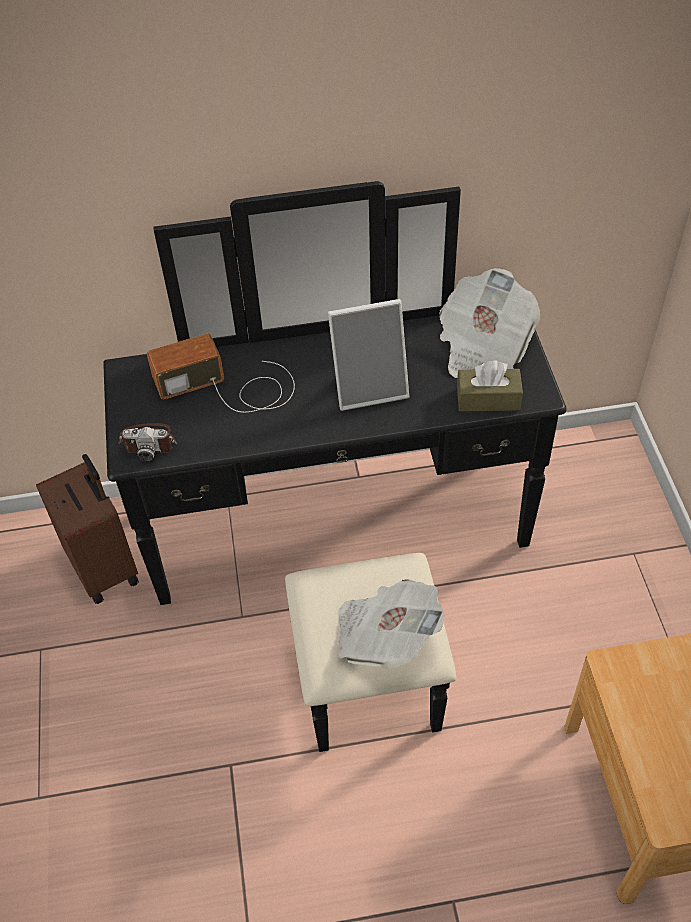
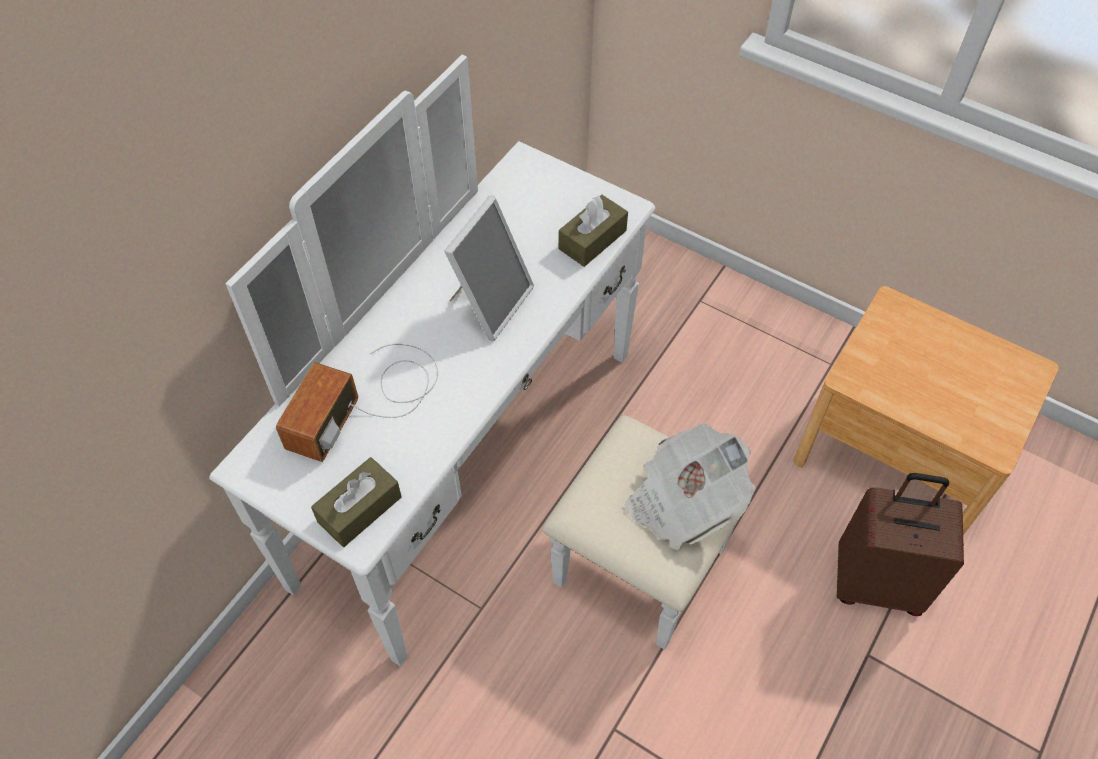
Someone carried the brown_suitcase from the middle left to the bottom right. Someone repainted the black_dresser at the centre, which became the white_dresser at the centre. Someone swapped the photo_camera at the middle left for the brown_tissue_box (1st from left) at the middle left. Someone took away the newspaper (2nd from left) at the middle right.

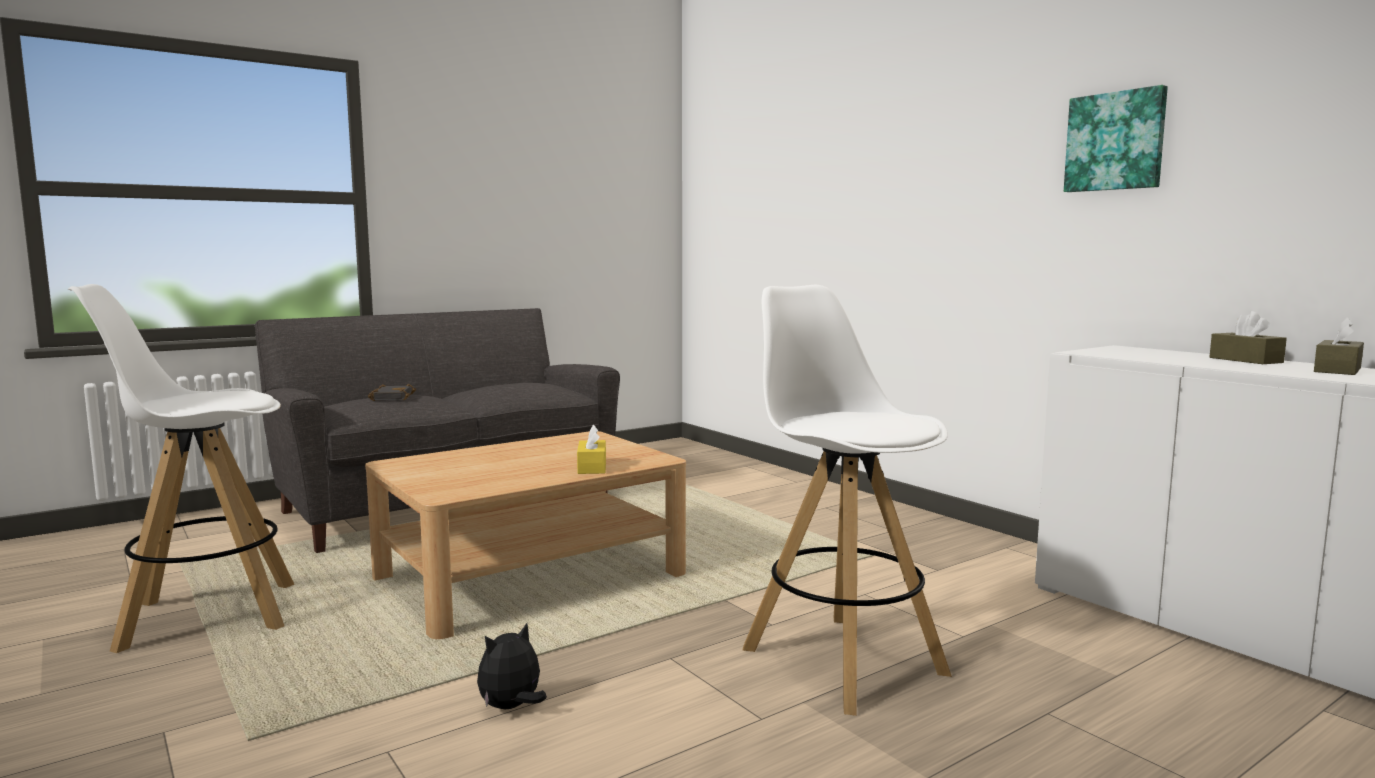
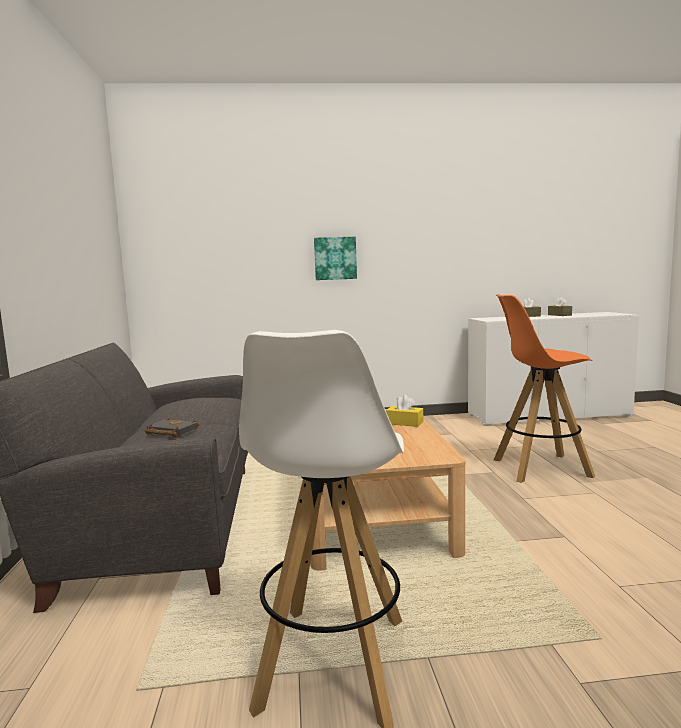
Someone took away the plush_toy at the bottom centre. Someone repainted the white_stool (2nd from left) at the centre, which became the orange_stool at the middle right. Someone carried the picture from the top right to the centre.

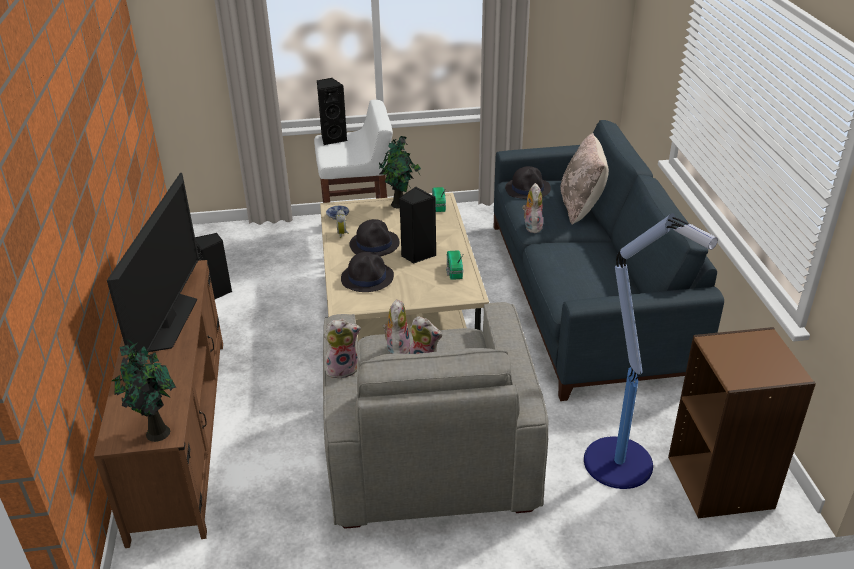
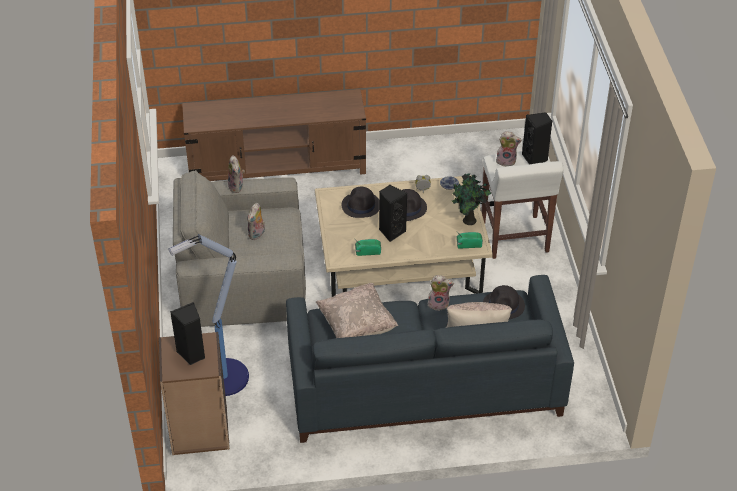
Someone took away the television at the middle left. Someone took away the potted_plant (1st from left) at the bottom left. Someone carried the black_speaker (1st from left) from the middle left to the bottom left. Someone carried the plush_toy (2nd from left in the first image) from the centre to the top right. Someone put down the beige_pillow (1st from left) at the centre.

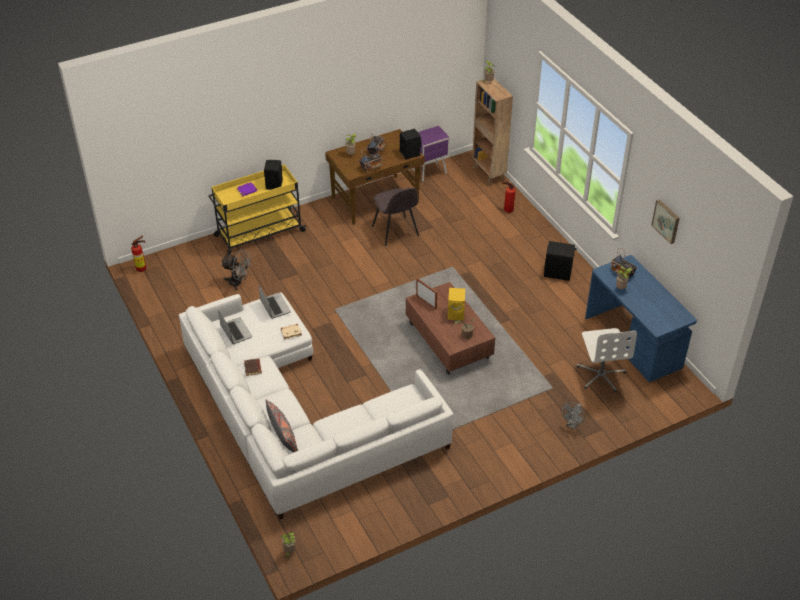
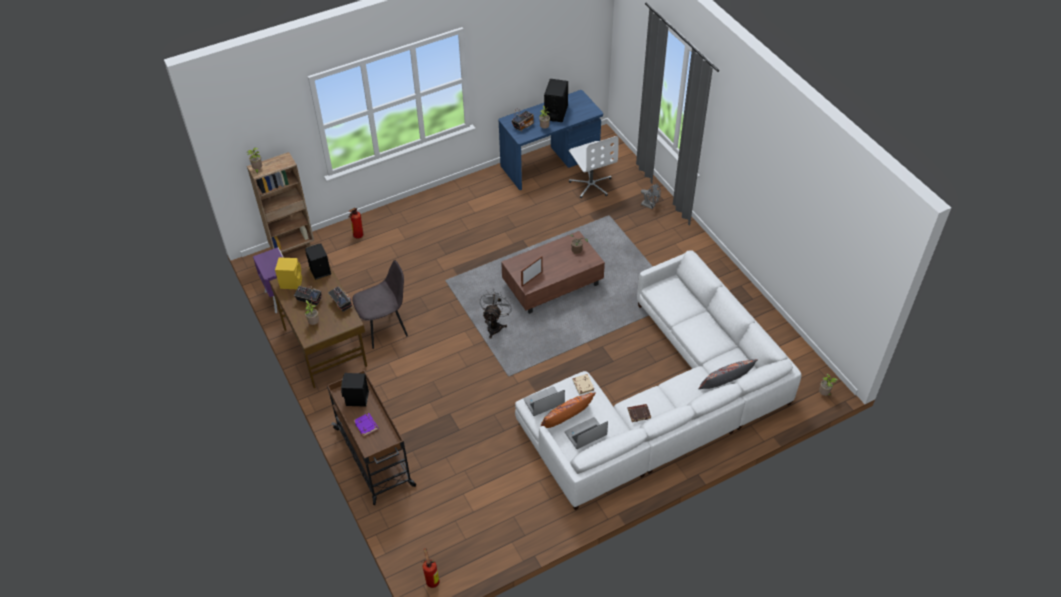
Someone repainted the yellow_cart at the middle left, which became the brown_cart at the bottom centre. Someone carried the grey_fan (1st from left) from the middle left to the centre. Someone carried the yellow_speaker from the centre to the middle left. Someone carried the black_speaker (3rd from left) from the middle right to the top centre. Someone rotated the white_office_chair at the middle right by 75 degrees clockwise. Someone took away the picture at the middle right. Someone put down the orange_pillow at the bottom centre.

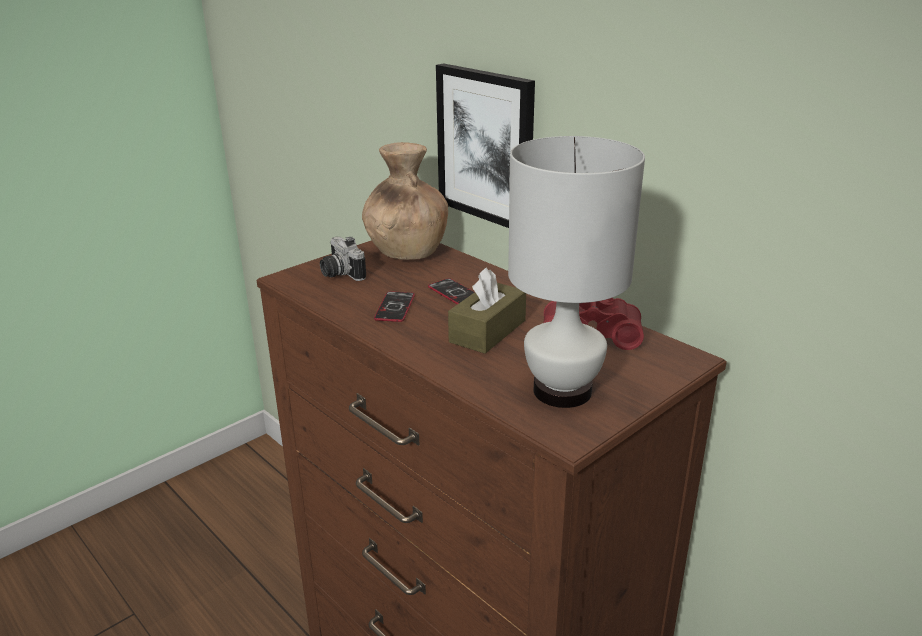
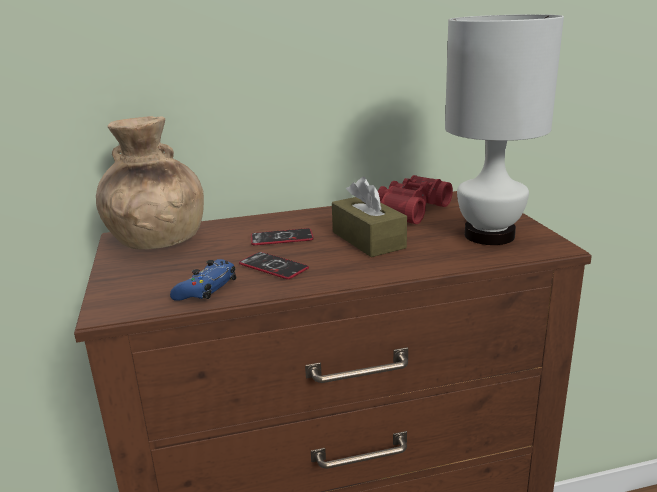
Someone took away the photo_camera at the centre. Someone took away the picture at the top centre. Someone put down the blue_game_controller at the middle left.

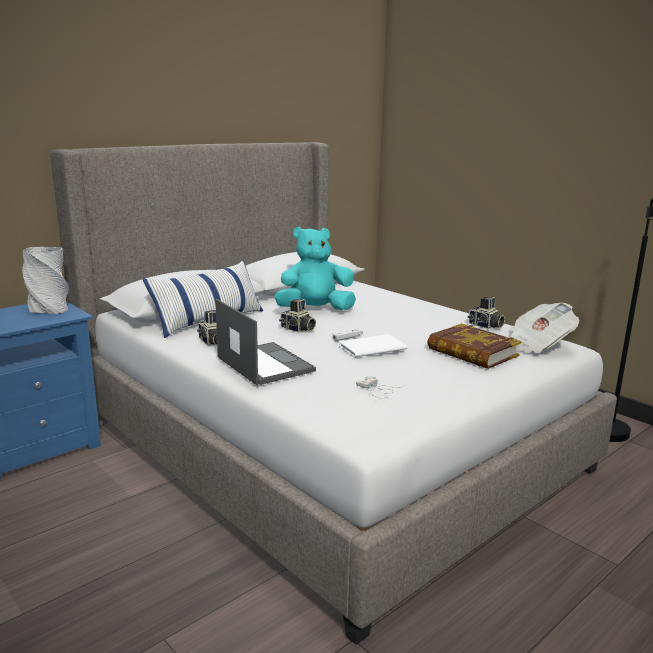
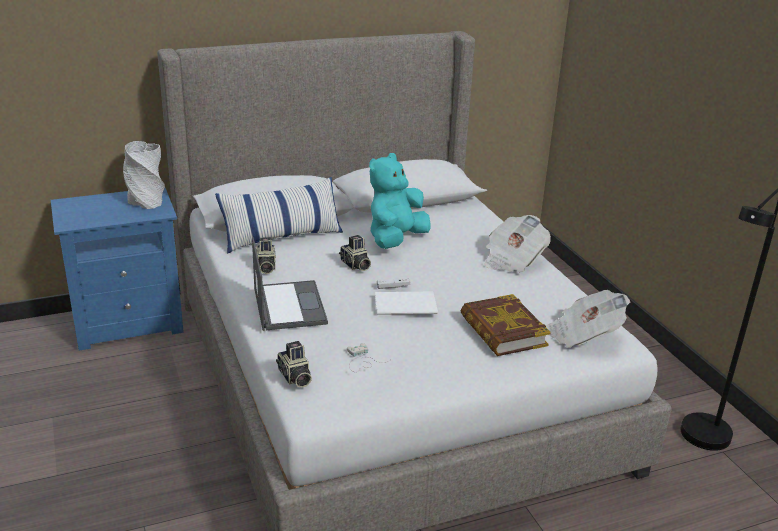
Someone rotated the turquoise_plush_toy at the centre by 60 degrees counterclockwise. Someone carried the photo_camera (3rd from left in the first image) from the middle right to the bottom centre. Someone put down the newspaper (1st from left) at the centre.

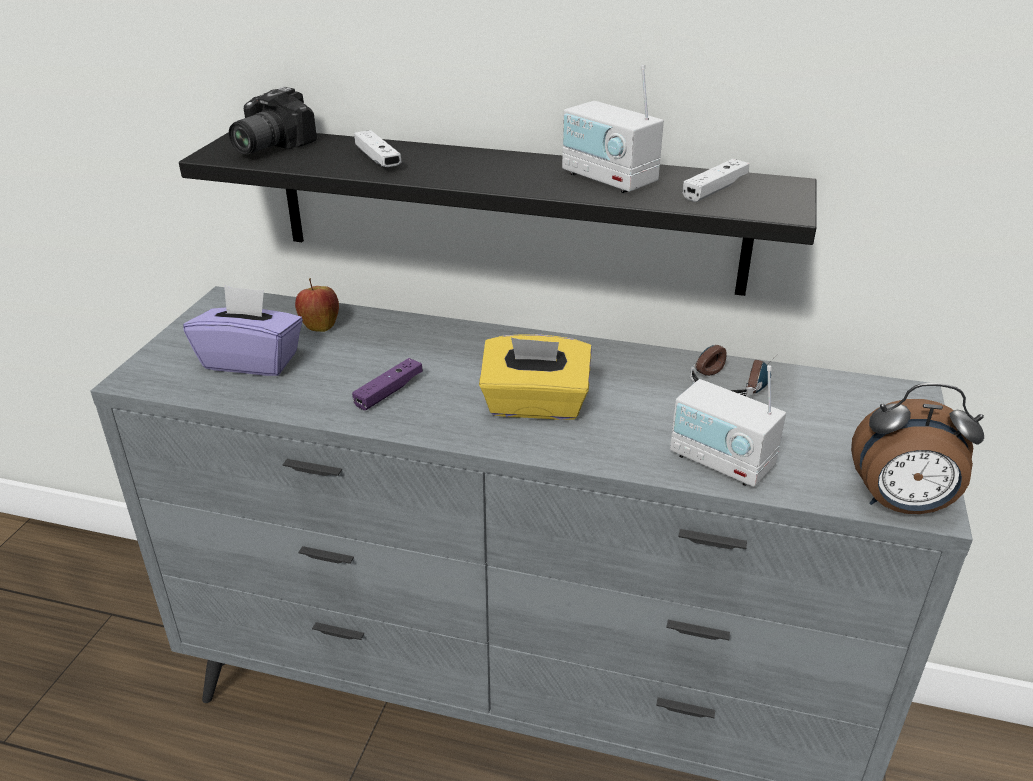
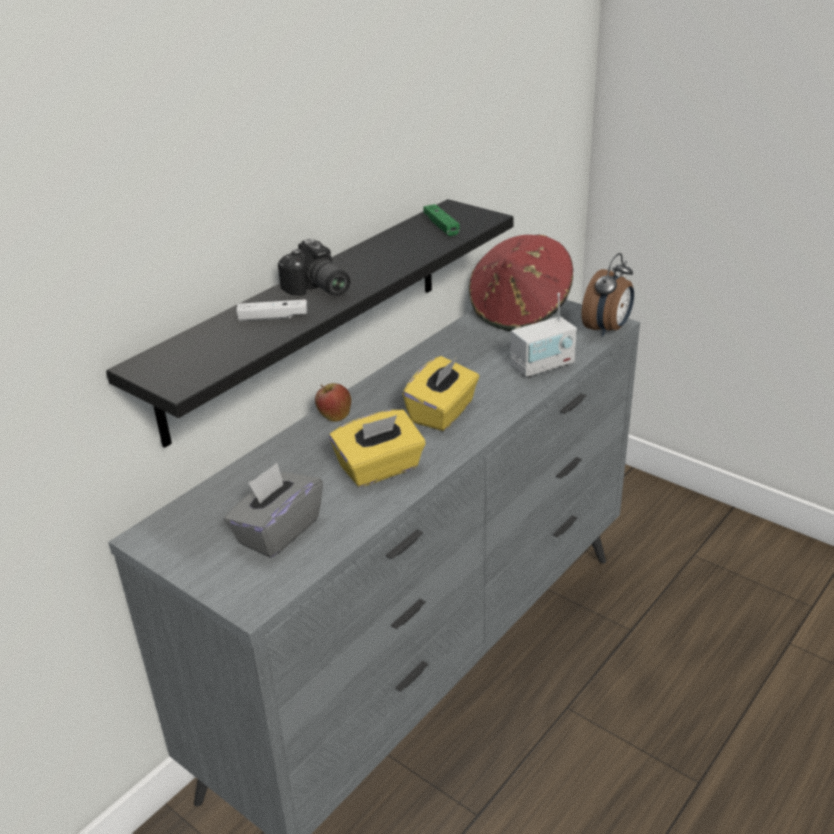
Someone repainted the purple_tissue_box at the middle left, which became the grey_tissue_box at the middle left. Someone carried the photo_camera from the top left to the top centre. Someone carried the apple from the middle left to the centre. Someone swapped the purple_game_controller at the centre for the yellow_tissue_box (1st from left) at the centre. Someone took away the radio (1st from left) at the top centre. Someone repainted the white_game_controller (2nd from left) at the top right, which became the green_game_controller at the top centre. Someone took away the headphones at the middle right. Someone put down the red_hat at the centre.

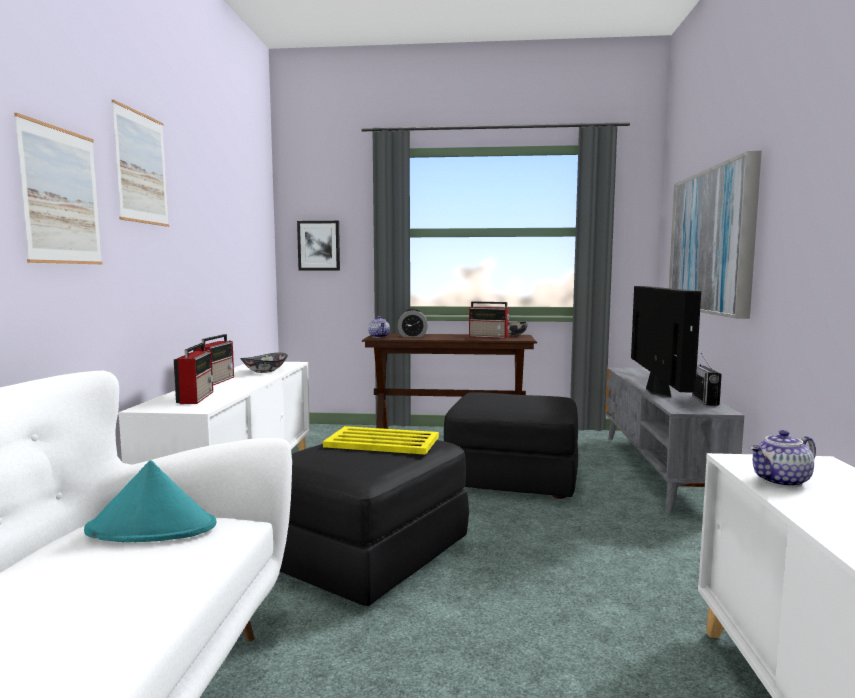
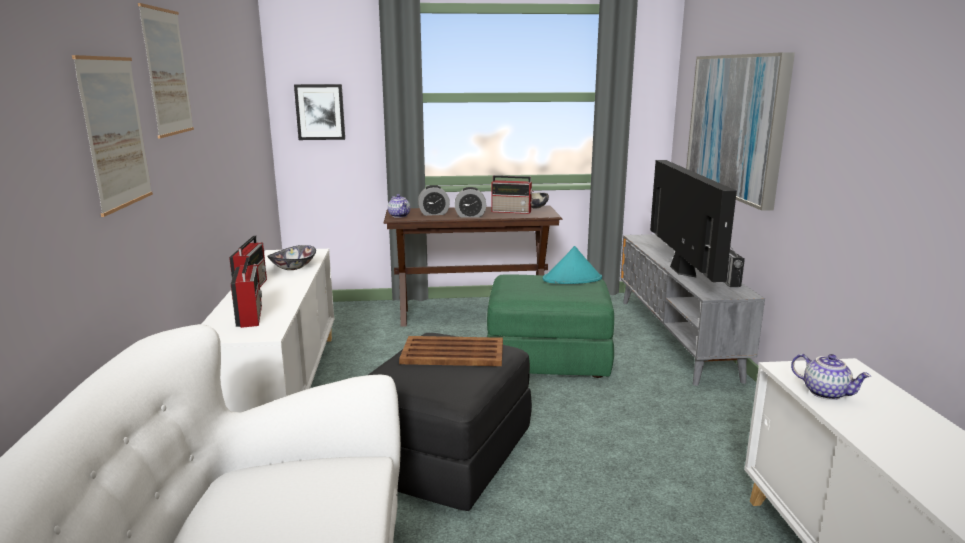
Someone carried the turquoise_hat from the bottom left to the centre. Someone repainted the yellow_tray at the centre, which became the brown_tray at the centre. Someone repainted the black_ottoman (2nd from left) at the centre, which became the green_ottoman at the centre. Someone rotated the teapot (2nd from left) at the middle right by 105 degrees counterclockwise. Someone put down the alarm_clock (2nd from left) at the centre.

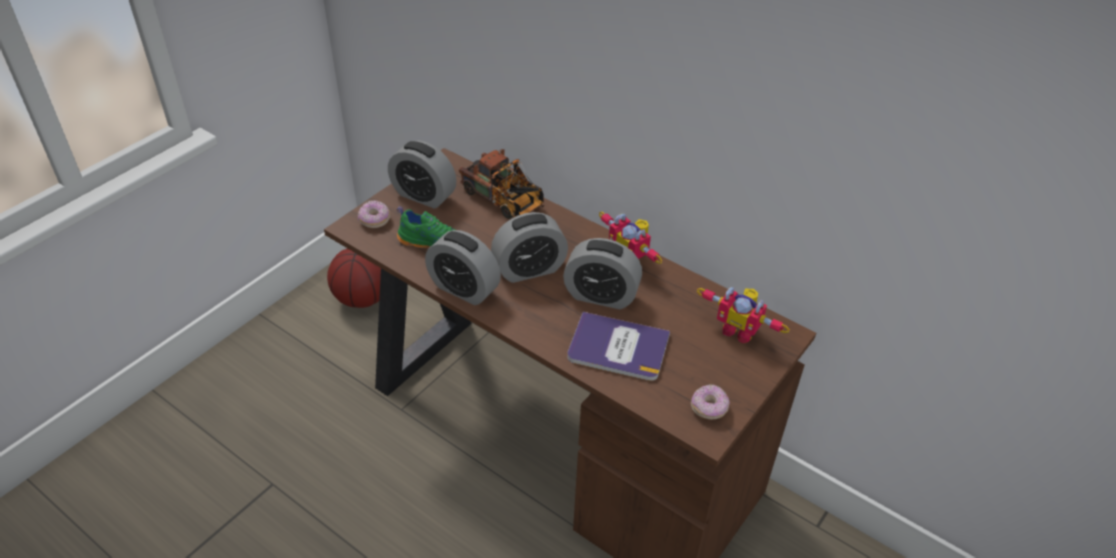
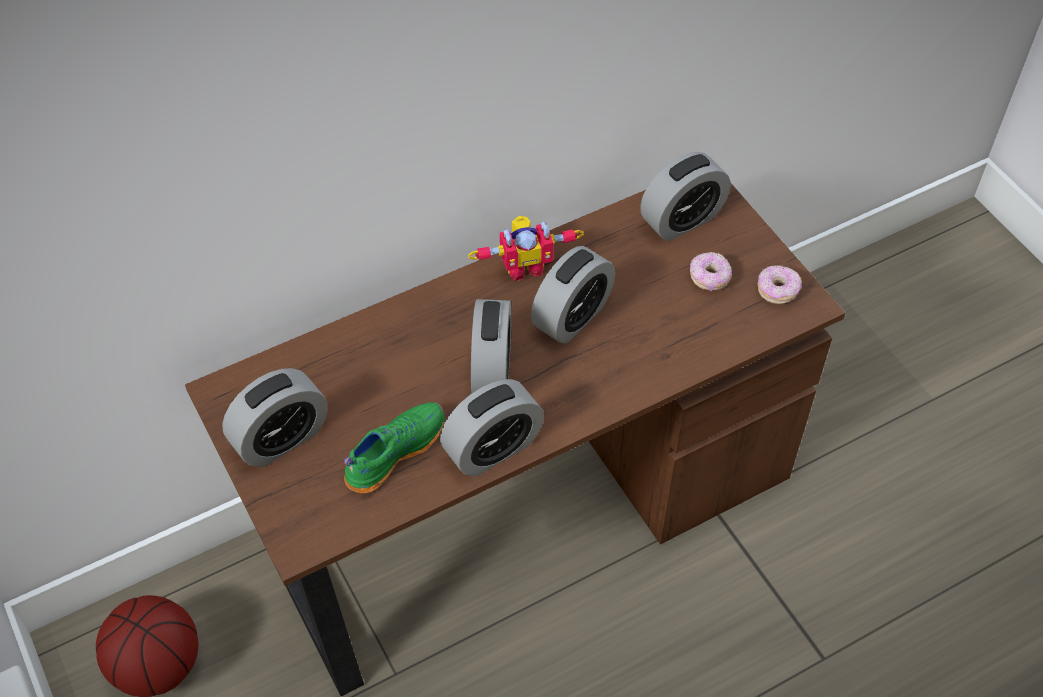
Someone carried the donut (1st from left) from the centre to the middle right. Someone took away the toy_truck at the top centre. Someone took away the book at the centre. Someone swapped the toy_robot (2nd from left) at the centre for the alarm_clock (5th from left) at the top centre.

